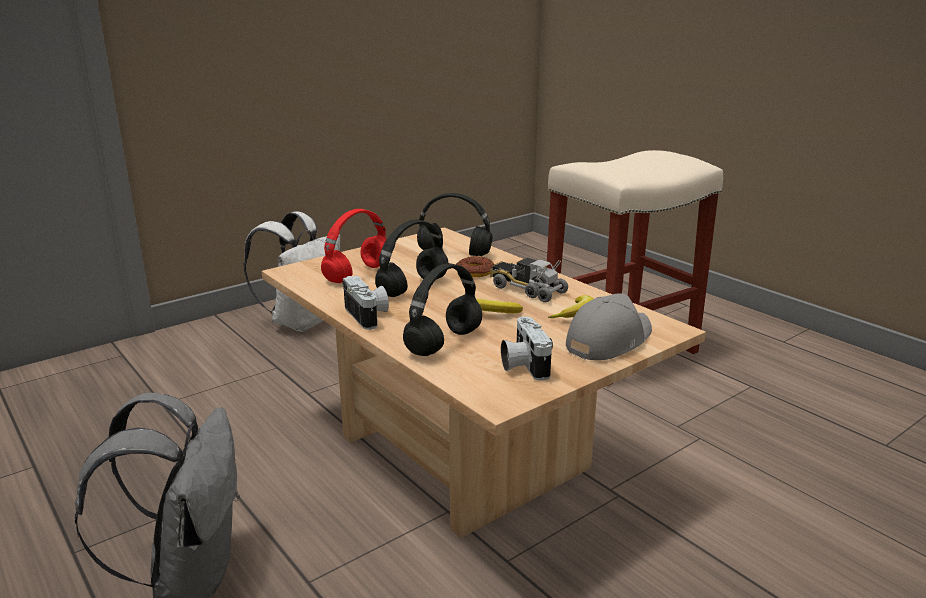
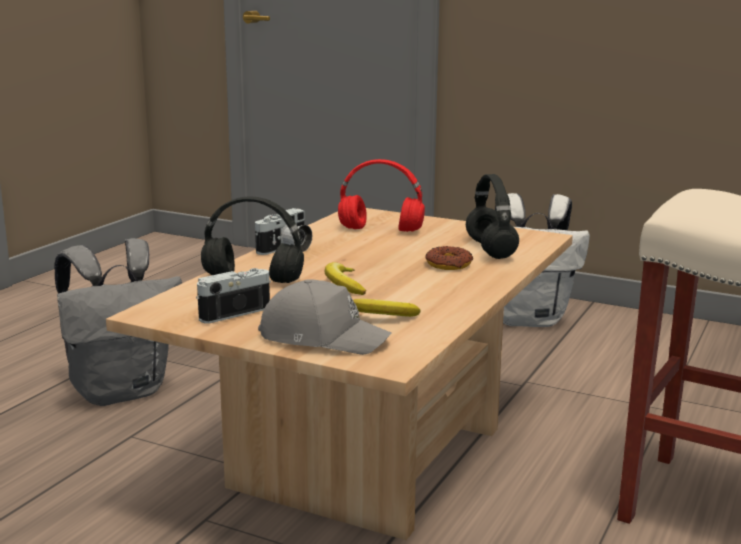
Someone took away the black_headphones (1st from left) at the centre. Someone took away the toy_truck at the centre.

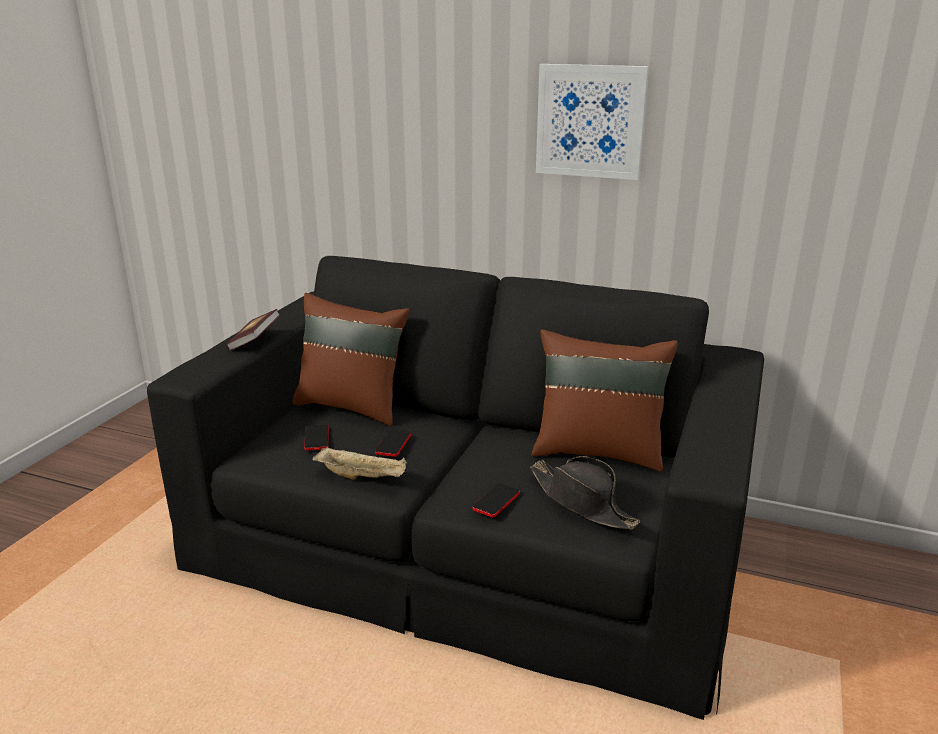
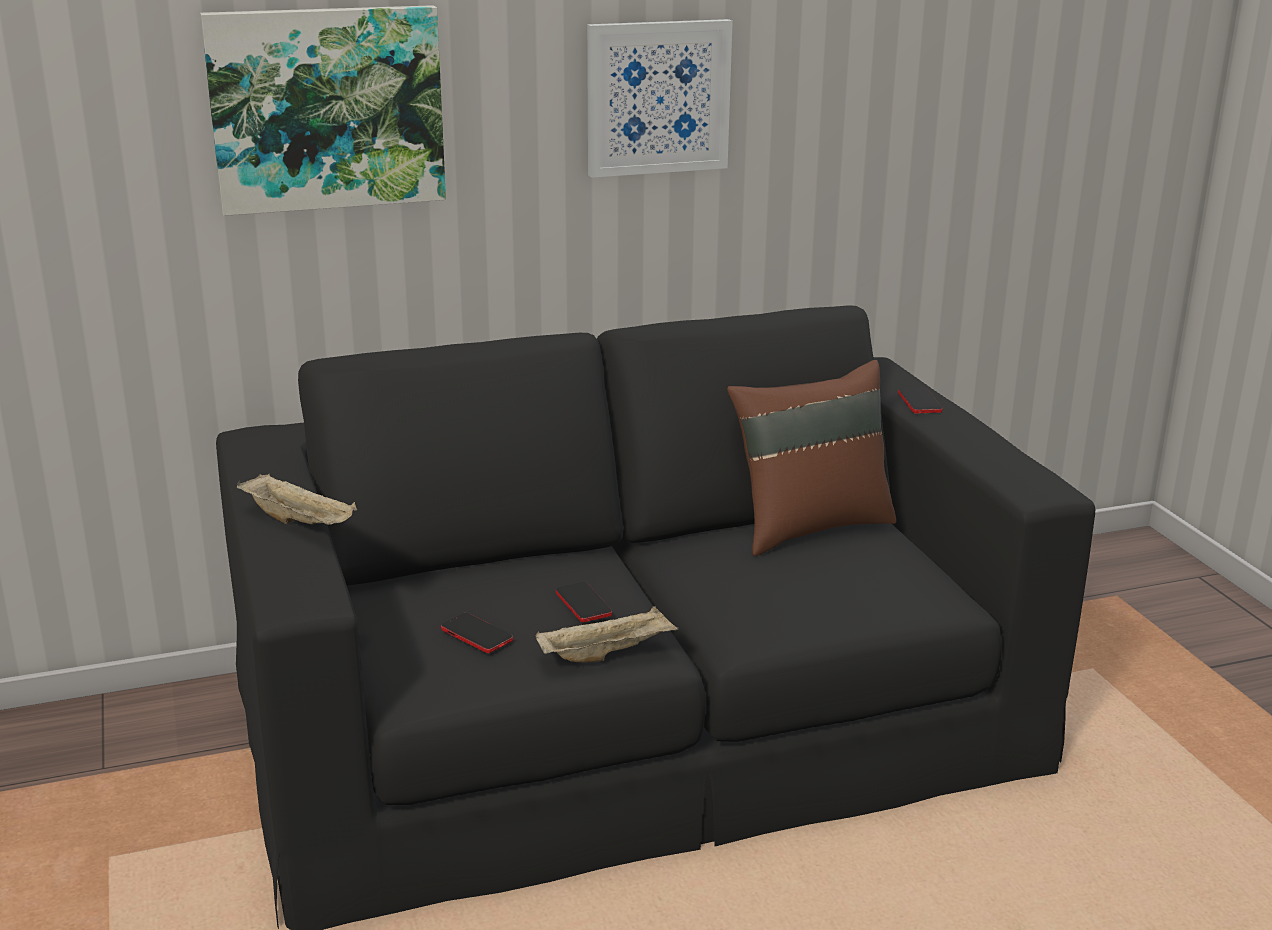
Someone swapped the book at the middle left for the beige_tray (1st from left) at the middle left. Someone took away the brown_pillow (1st from left) at the centre. Someone carried the phone (3rd from left) from the bottom centre to the middle right. Someone took away the black_hat at the bottom centre. Someone put up the picture (1st from left) at the top left.

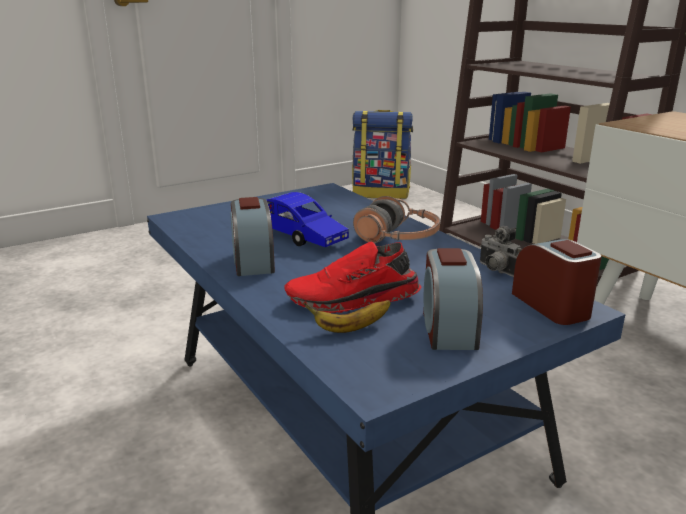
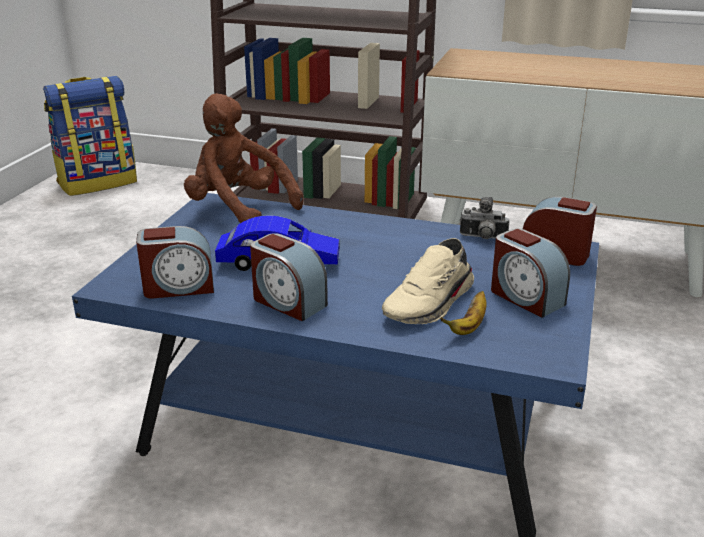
Someone repainted the red_shoe at the centre, which became the beige_shoe at the centre. Someone took away the headphones at the centre. Someone put down the alarm_clock (1st from left) at the middle left. Someone put down the brown_plush_toy at the top centre.

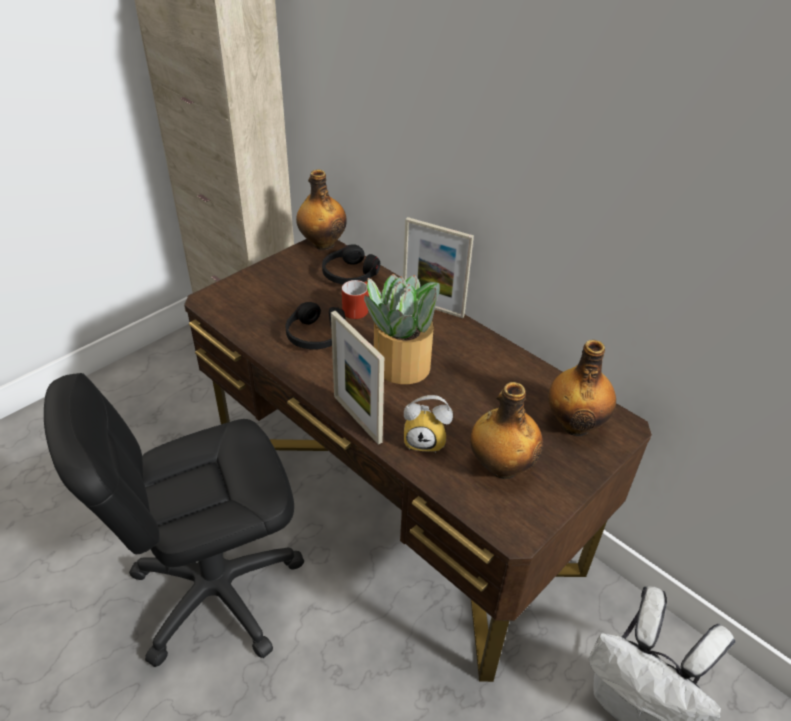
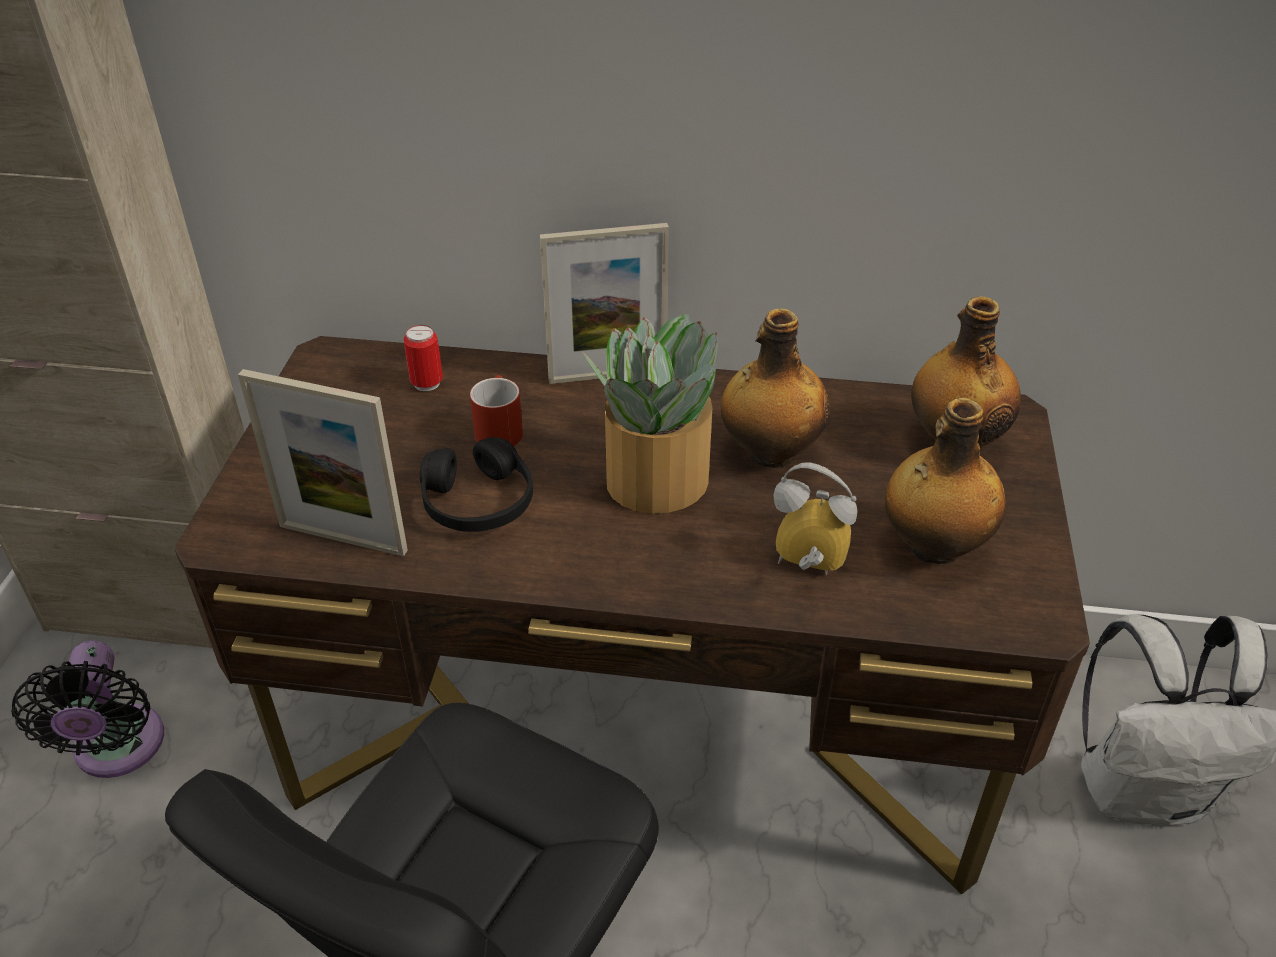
Someone carried the bottle (1st from left) from the top centre to the centre. Someone swapped the black_headphones (2nd from left) at the centre for the can at the middle left. Someone carried the picture_frame (1st from left) from the centre to the middle left. Someone rotated the alarm_clock at the centre by 135 degrees counterclockwise. Someone put down the black_fan at the bottom left.

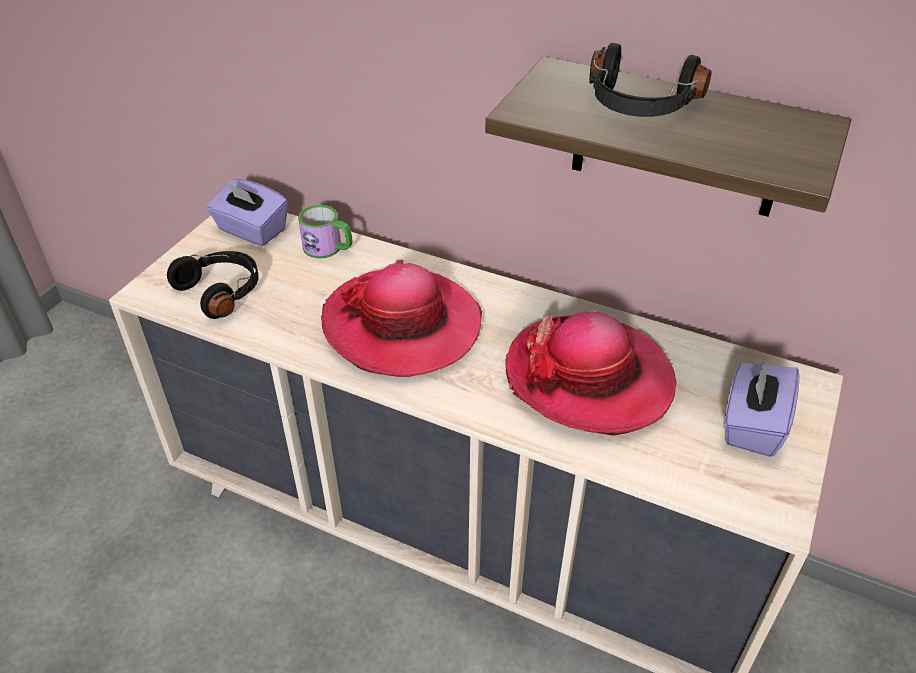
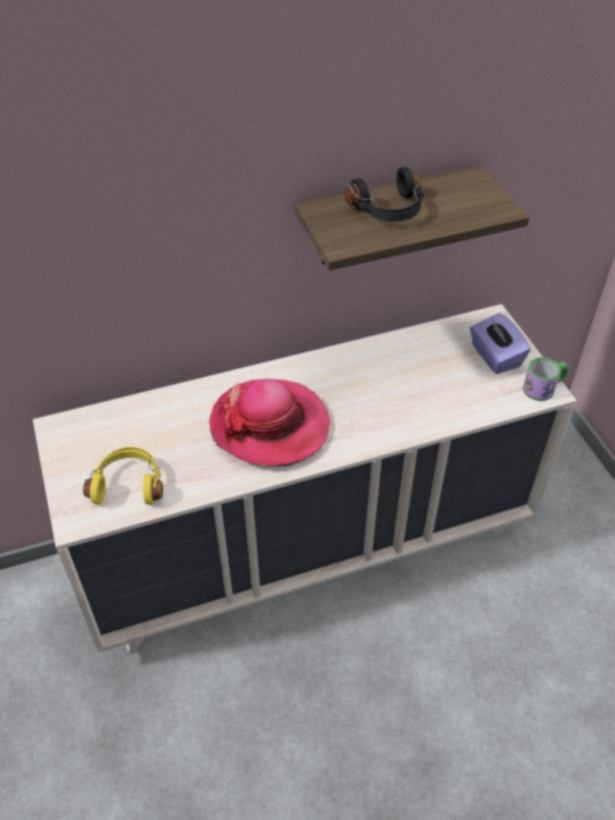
Someone repainted the black_headphones (1st from left) at the middle left, which became the yellow_headphones at the middle left. Someone took away the purple_tissue_box (1st from left) at the top left. Someone carried the mug from the centre to the middle right. Someone took away the hat (2nd from left) at the centre.

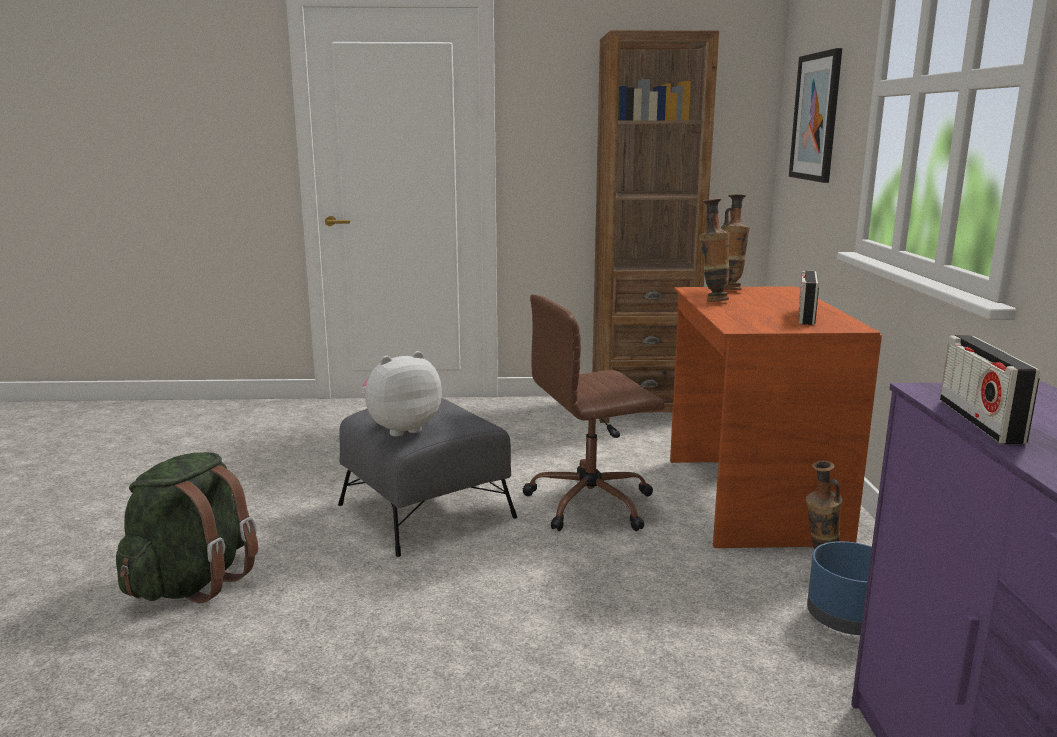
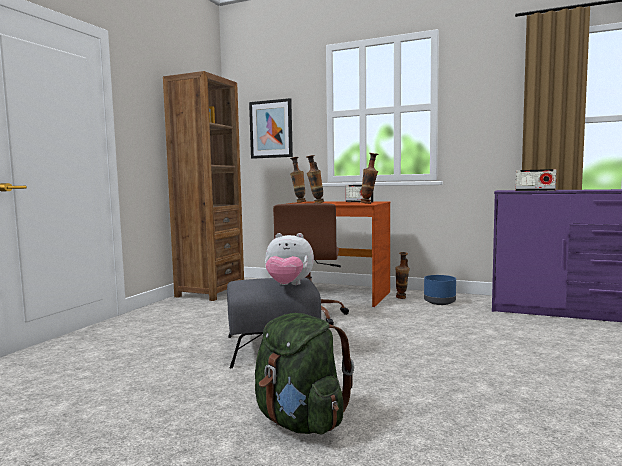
Someone rotated the plush_toy at the centre by 75 degrees counterclockwise. Someone put down the vase (3rd from left) at the centre.

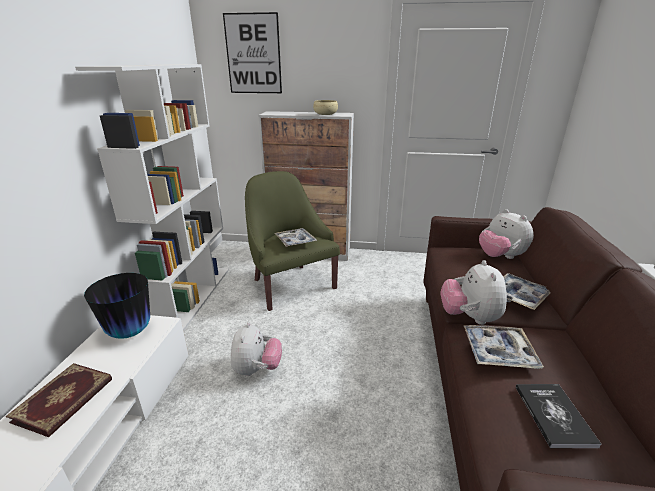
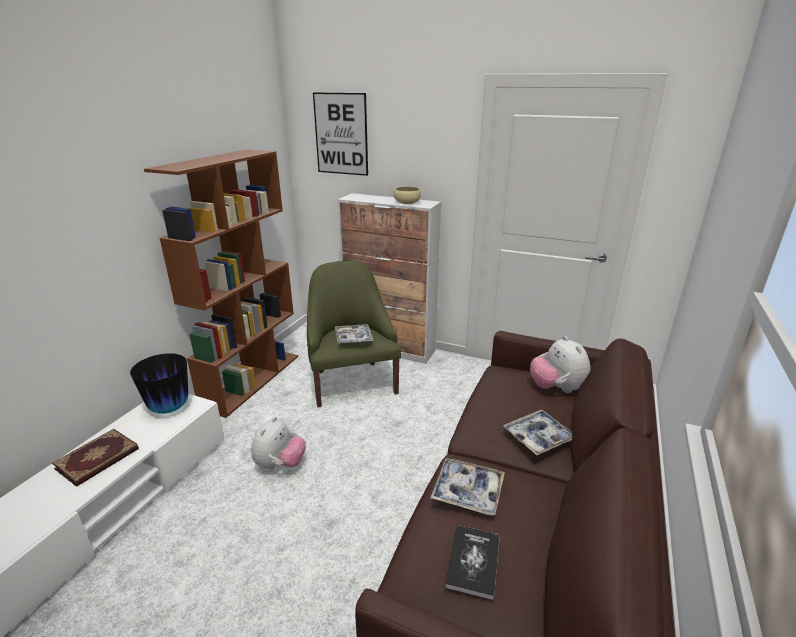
Someone repainted the white_bookcase at the middle left, which became the brown_bookcase at the middle left. Someone took away the plush_toy (2nd from left) at the middle right.

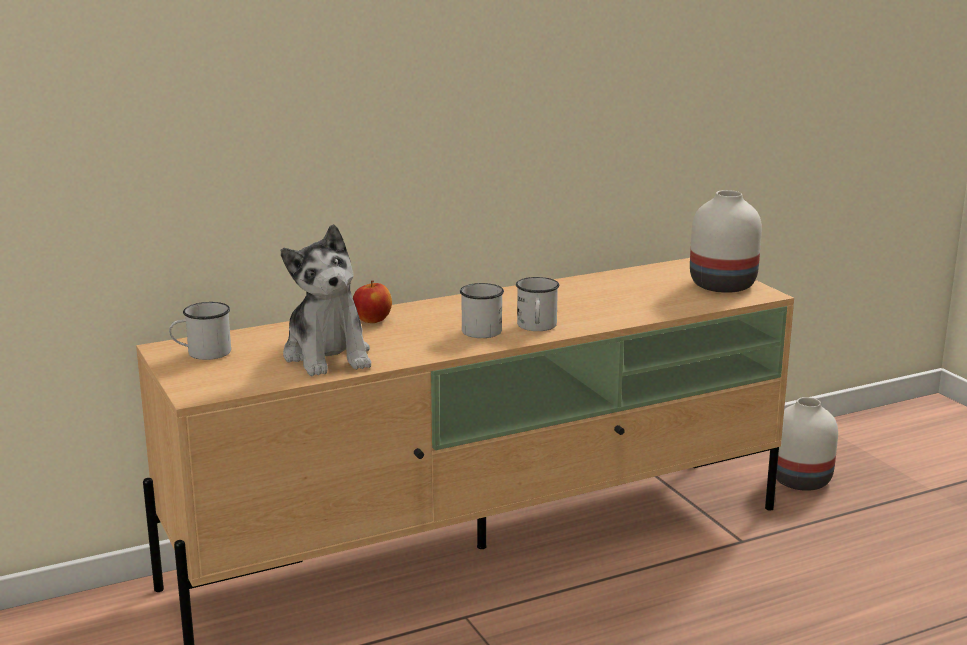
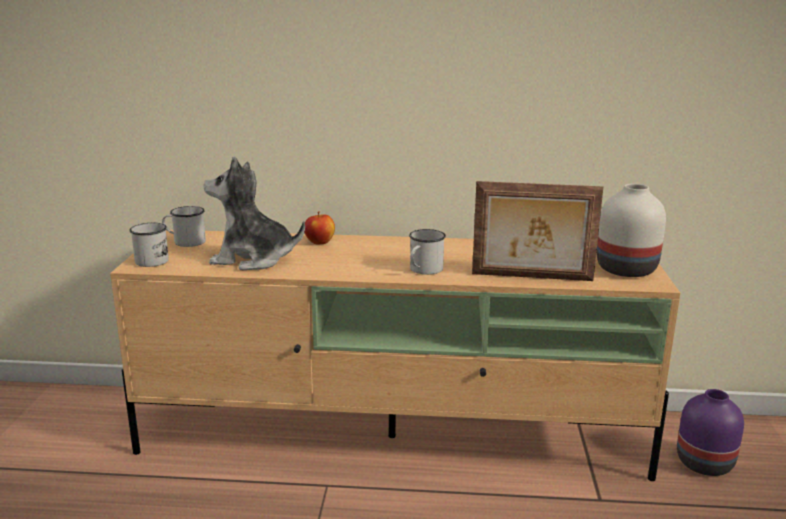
Someone rotated the plush_toy at the centre by 90 degrees clockwise. Someone carried the white_mug (2nd from left in the first image) from the centre to the middle left. Someone repainted the white_vase (2nd from left) at the bottom right, which became the purple_vase at the bottom right. Someone put down the picture_frame at the middle right.

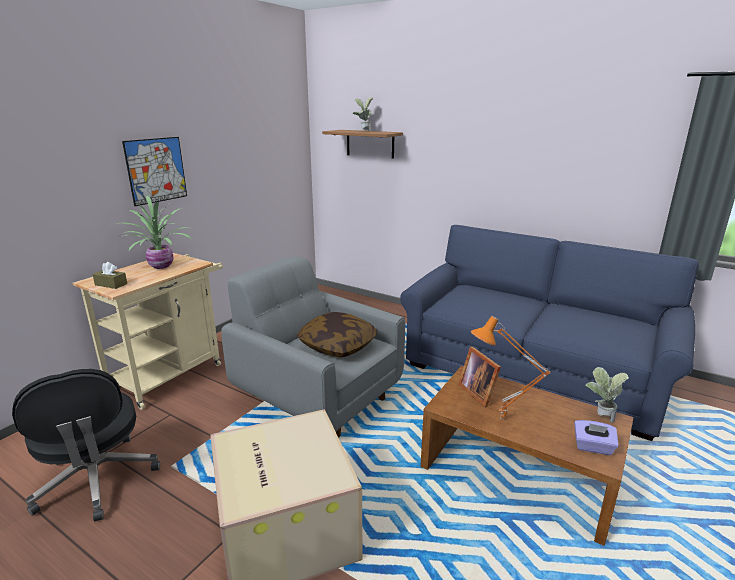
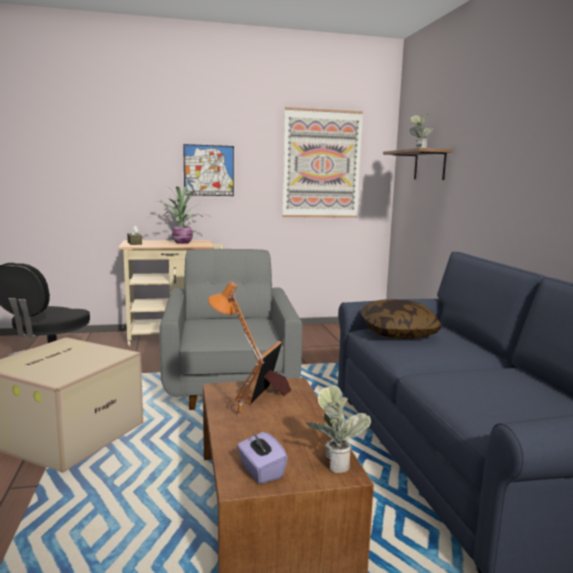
Someone carried the pillow from the centre to the middle right. Someone put up the picture (2nd from left) at the top centre.

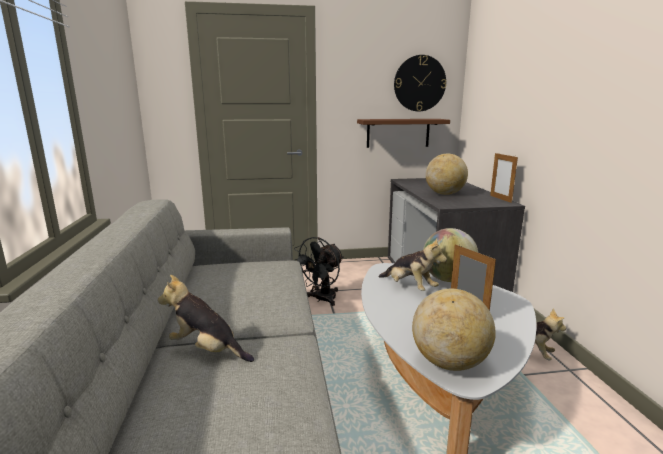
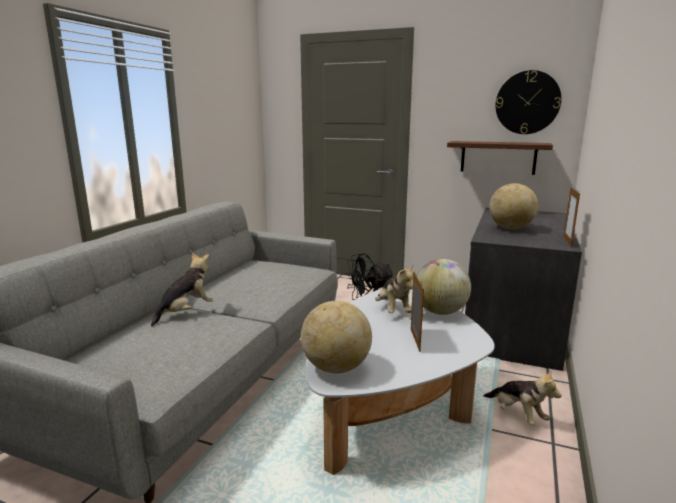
Someone rotated the plush_toy (1st from left) at the bottom left by 75 degrees clockwise.

